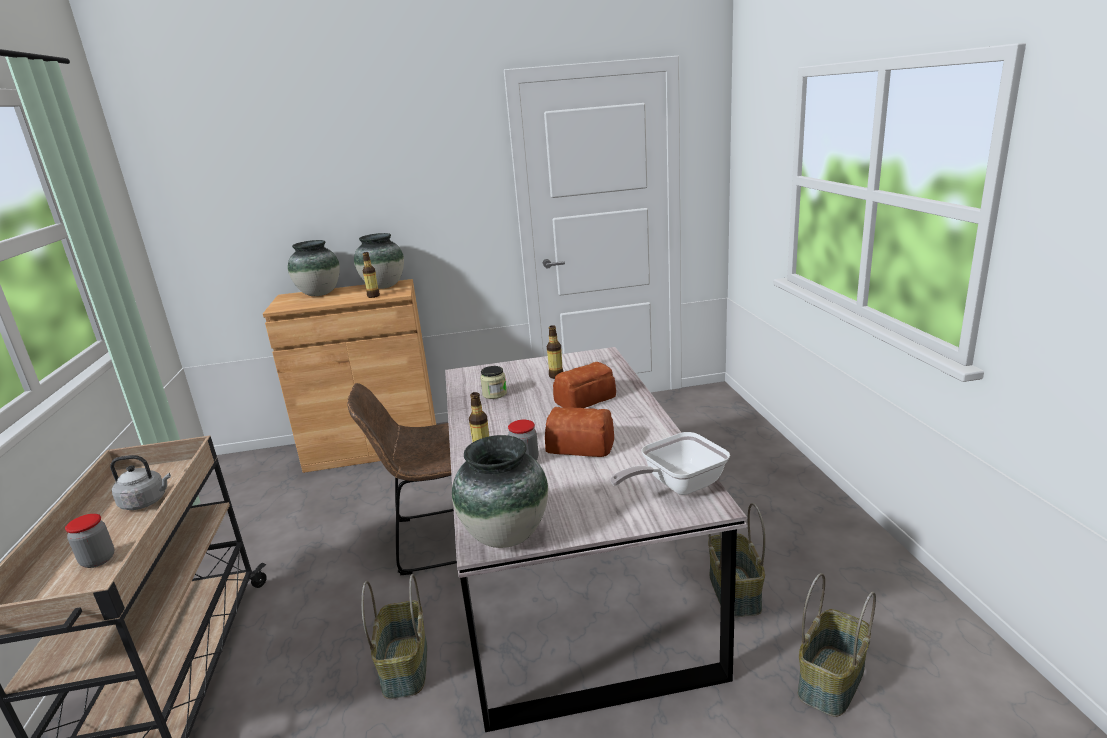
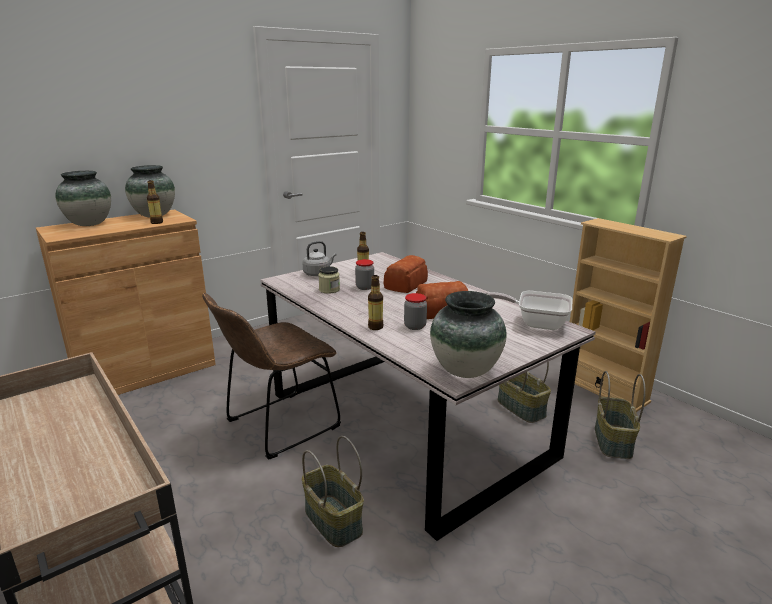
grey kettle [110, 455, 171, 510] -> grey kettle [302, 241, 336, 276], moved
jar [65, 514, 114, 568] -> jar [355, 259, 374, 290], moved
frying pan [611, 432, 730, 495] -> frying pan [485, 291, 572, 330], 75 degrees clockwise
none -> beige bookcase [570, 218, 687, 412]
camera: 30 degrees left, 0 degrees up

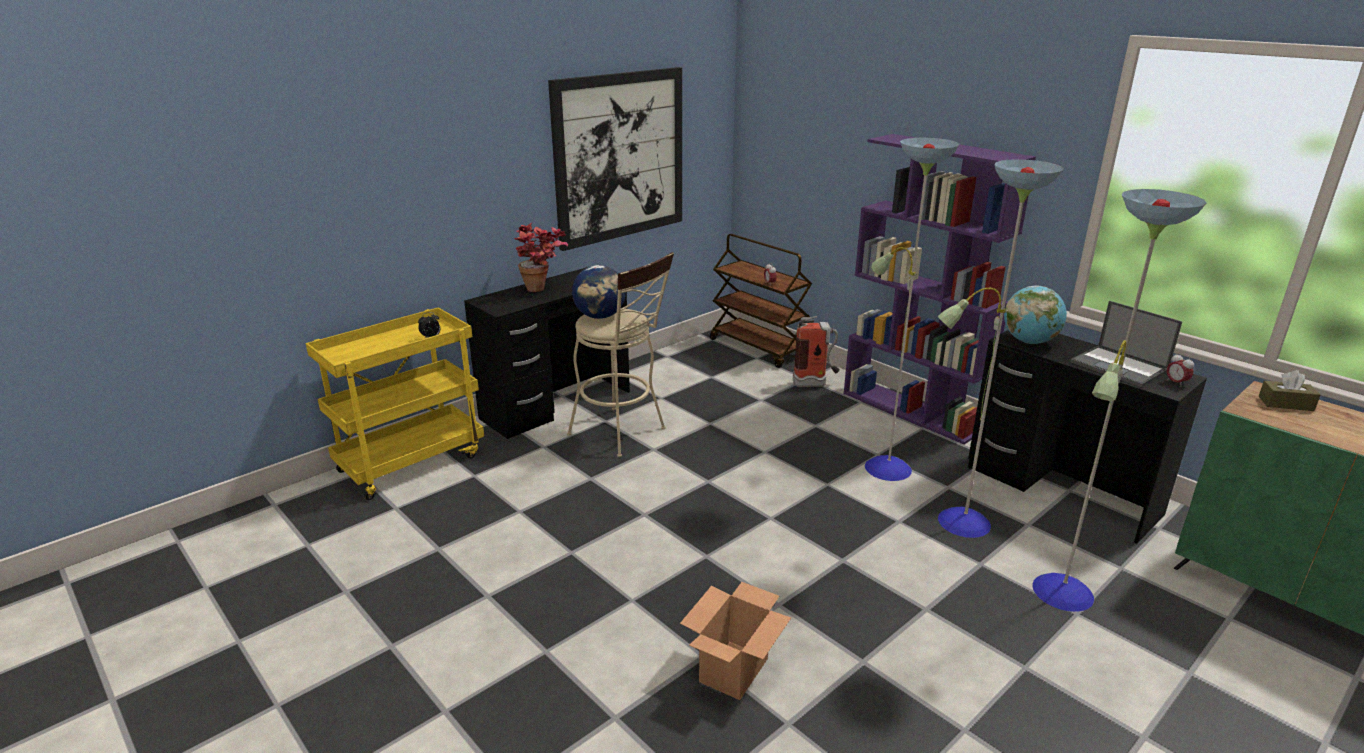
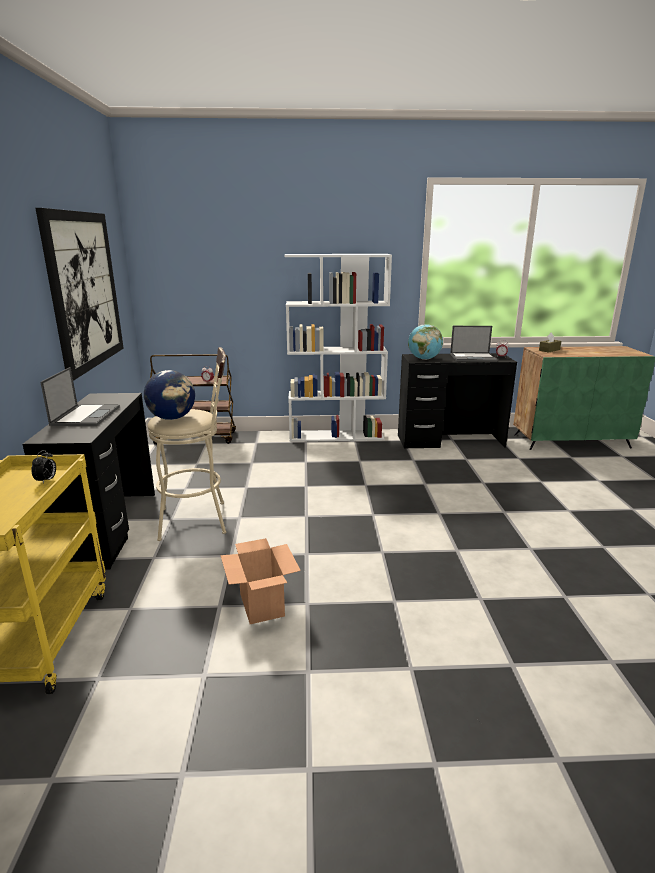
potted plant [514, 222, 568, 292] -> laptop [40, 367, 120, 426]
cardboard box [680, 582, 791, 700] -> cardboard box [221, 538, 301, 624], moved
purple bookcase [843, 134, 1036, 444] -> white bookcase [284, 254, 392, 442]
fire extinguisher [793, 316, 840, 387] -> none
floor lamp [865, 138, 1206, 612] -> none
camera: 50 degrees left, 5 degrees down

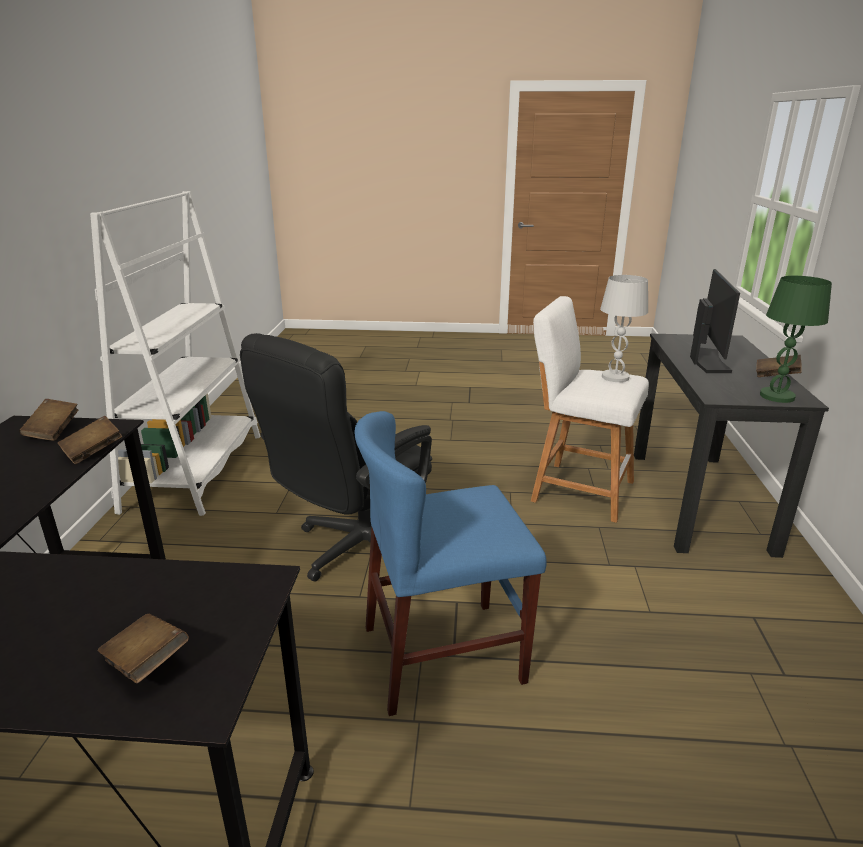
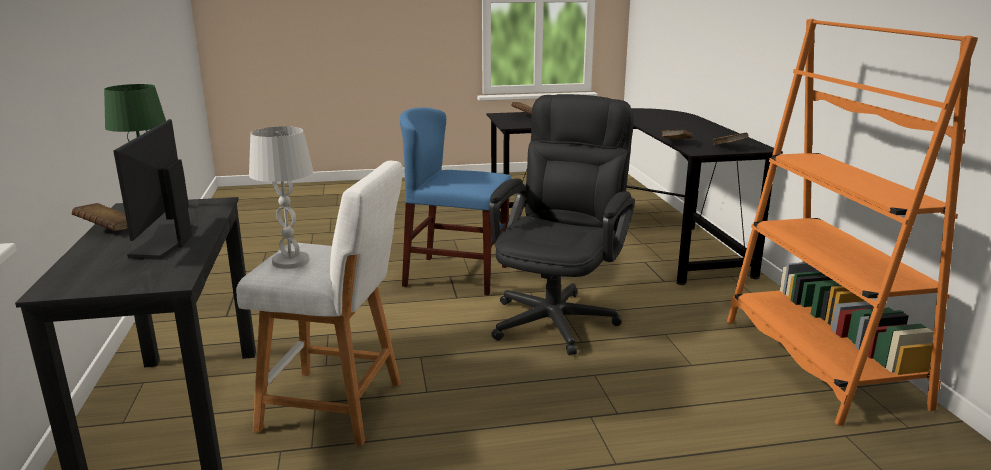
blue chair [354, 411, 547, 716] -> blue chair [400, 108, 512, 296], 135 degrees counterclockwise
white bookcase [90, 191, 261, 516] -> orange bookcase [727, 19, 978, 426]
camera: 165 degrees right, 5 degrees down

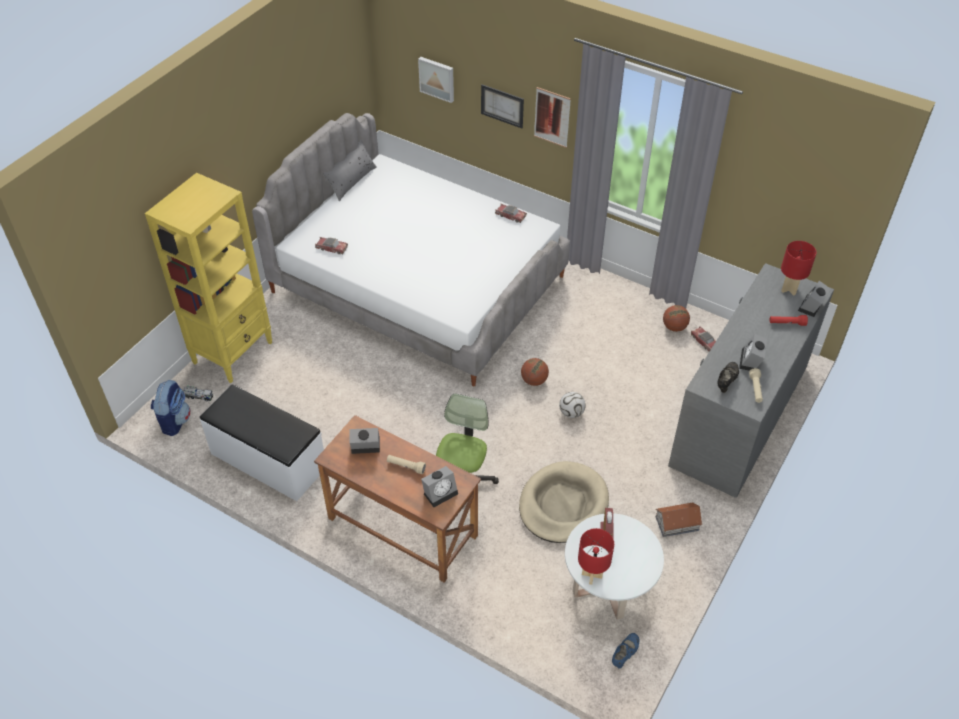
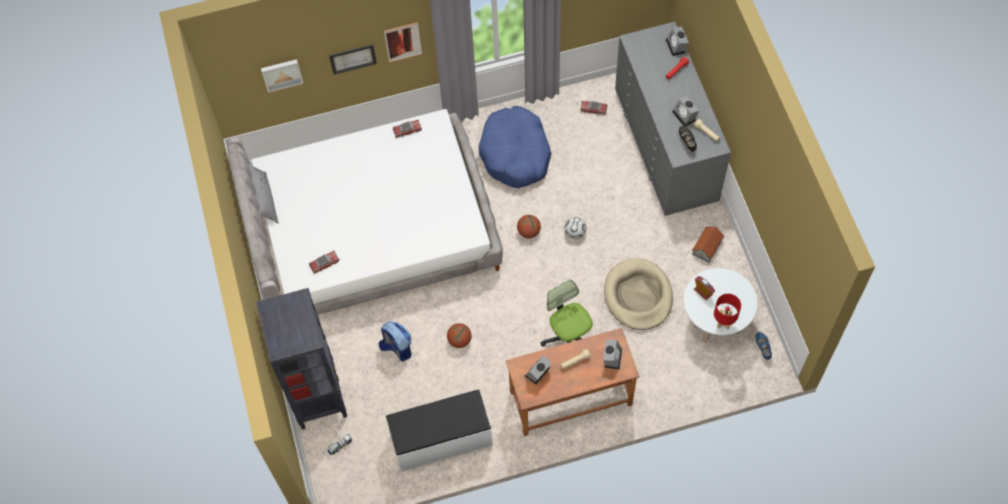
yellow bookcase [145, 173, 273, 383] -> black bookcase [256, 288, 347, 429]
backpack [151, 380, 191, 436] -> backpack [379, 321, 412, 361], moved
basketball [663, 305, 690, 332] -> basketball [447, 323, 472, 348], moved
none -> blue dog bed [479, 106, 551, 188]
red table lamp [781, 241, 817, 296] -> none
camera: 45 degrees left, 15 degrees up

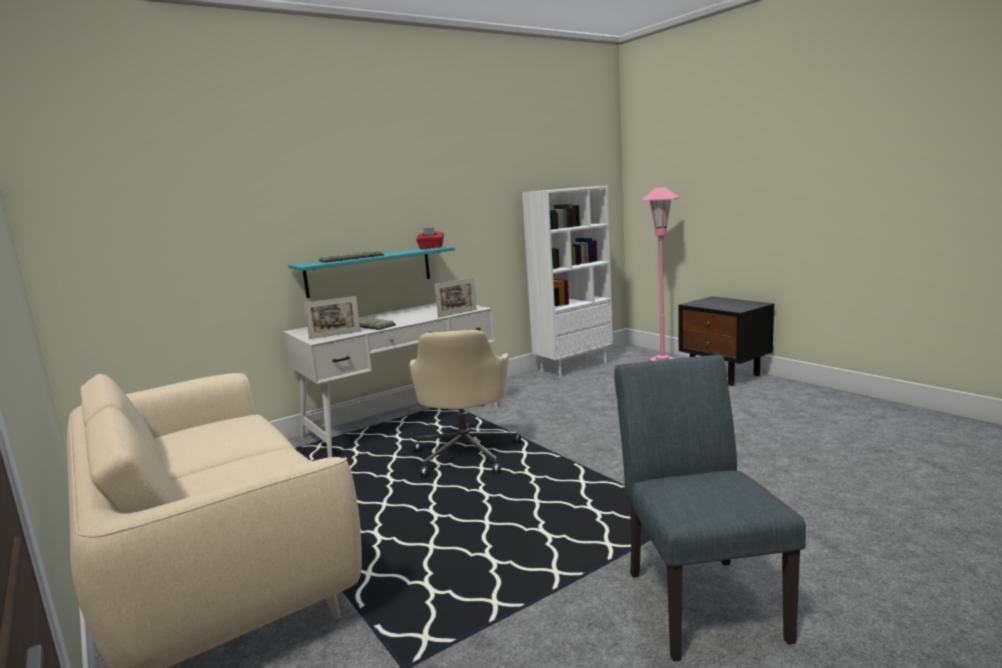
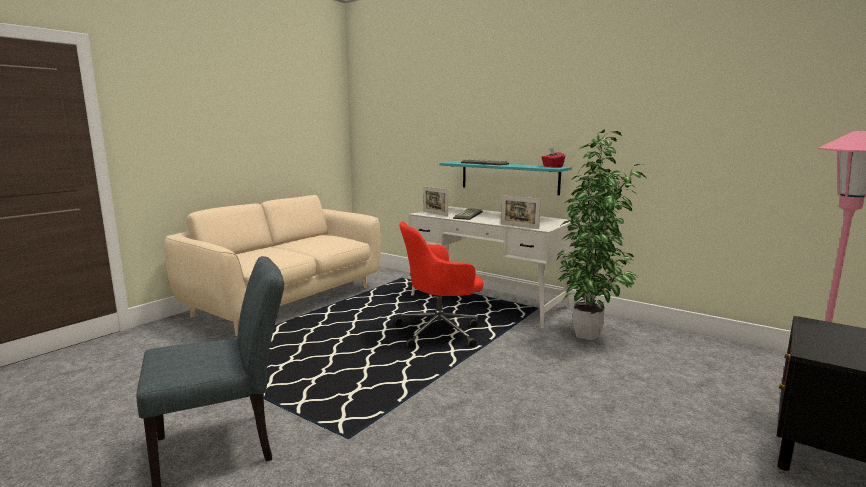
beige office chair [409, 330, 521, 477] -> red office chair [394, 221, 484, 348]
none -> potted plant [556, 129, 647, 340]
white bookcase [522, 186, 613, 378] -> none
camera: 70 degrees right, 0 degrees up

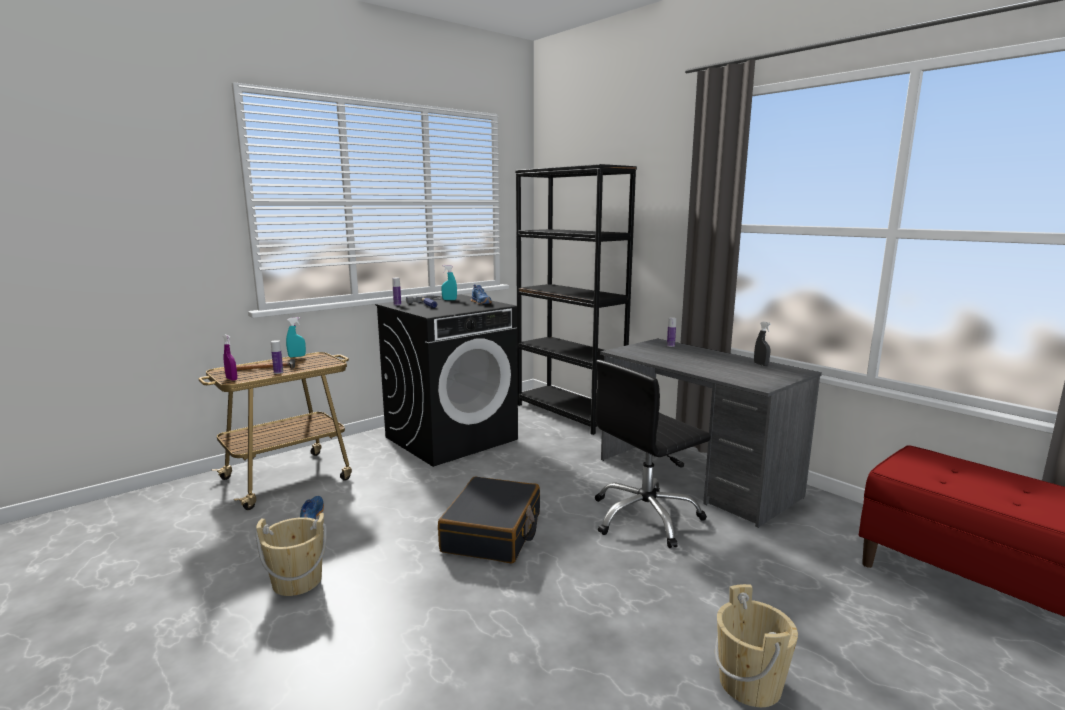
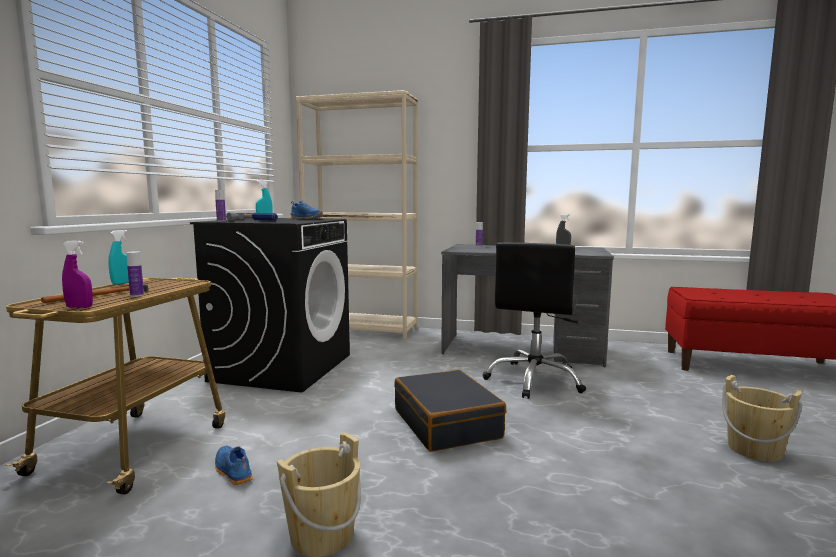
black bookcase [515, 164, 637, 435] -> beige bookcase [295, 90, 418, 340]
camera: 35 degrees left, 5 degrees down

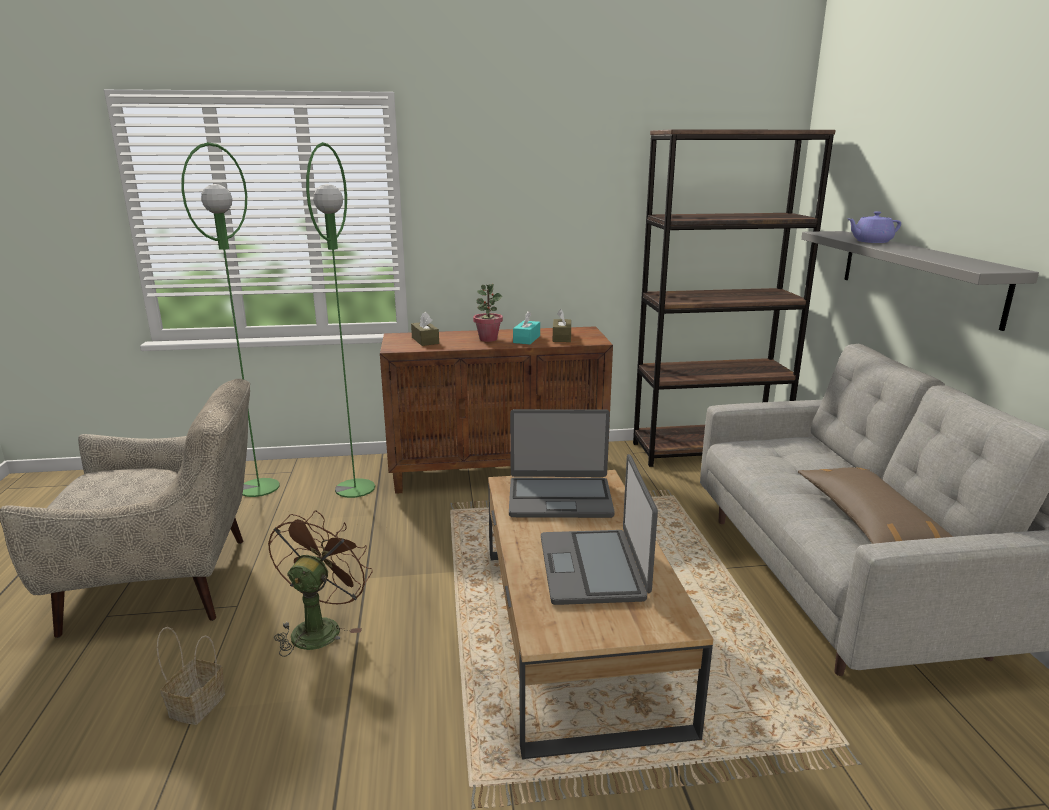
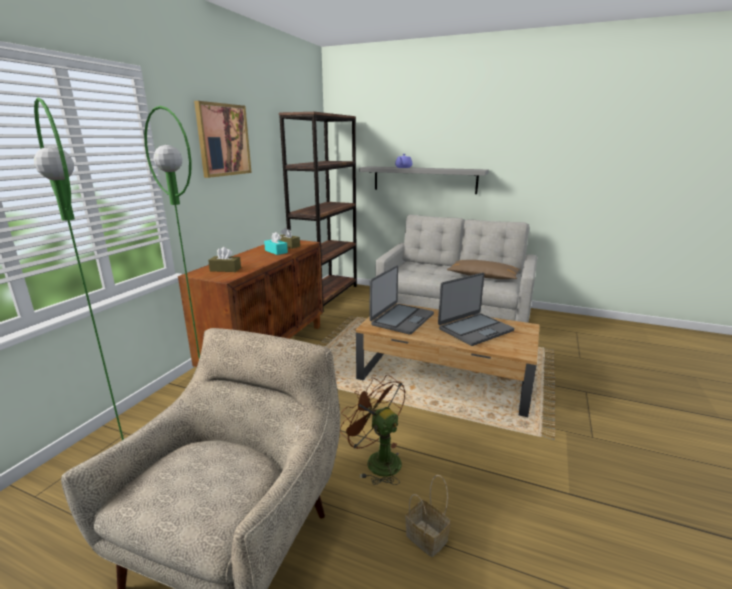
none -> picture [194, 101, 252, 178]
laptop [541, 454, 658, 605] -> laptop [438, 273, 514, 346], 60 degrees counterclockwise
potted plant [473, 284, 503, 342] -> none
camera: 60 degrees left, 0 degrees up

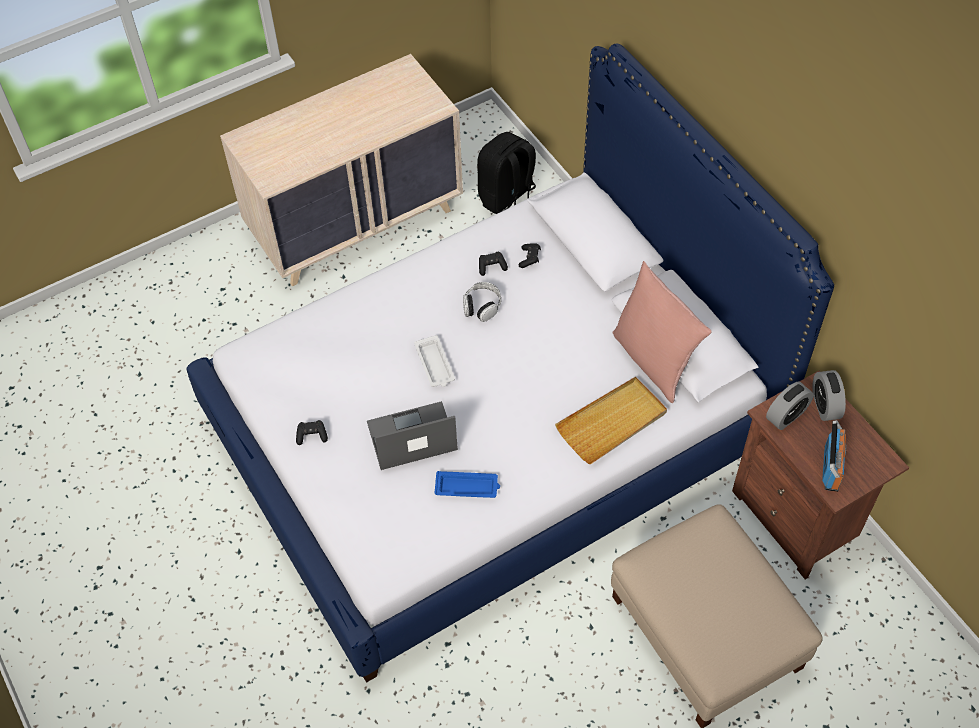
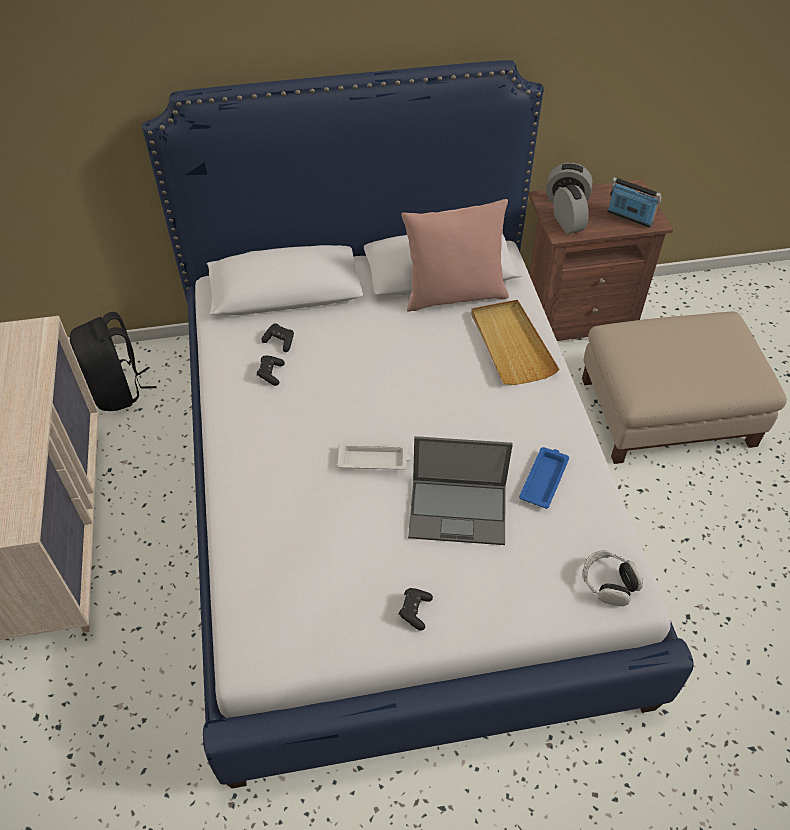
laptop [367, 401, 458, 470] -> laptop [408, 436, 513, 545], 90 degrees counterclockwise
headphones [463, 282, 501, 322] -> headphones [582, 551, 643, 606], moved
camera: 70 degrees left, 5 degrees down

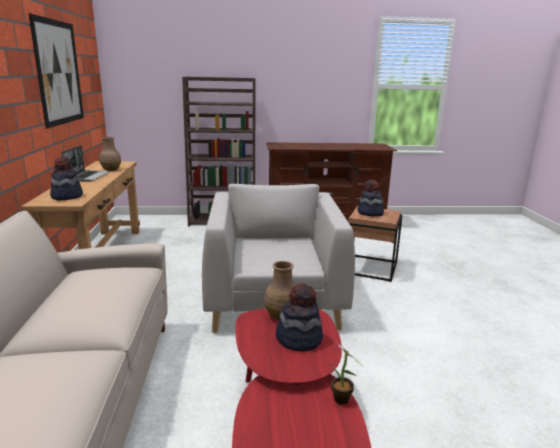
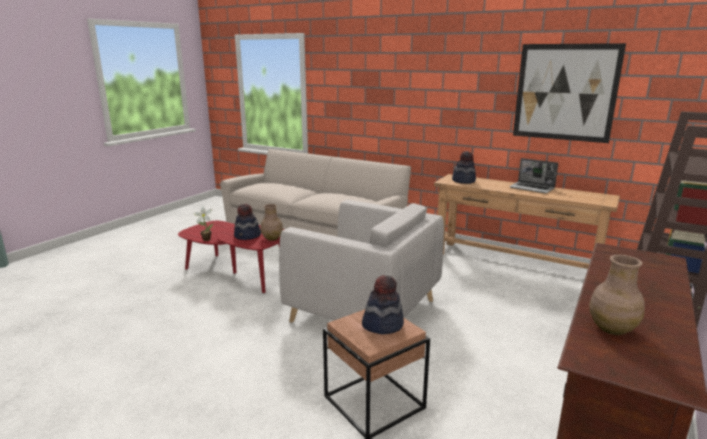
brown vase [99, 137, 121, 171] -> brown vase [589, 255, 645, 335], moved
camera: 125 degrees right, 0 degrees up

